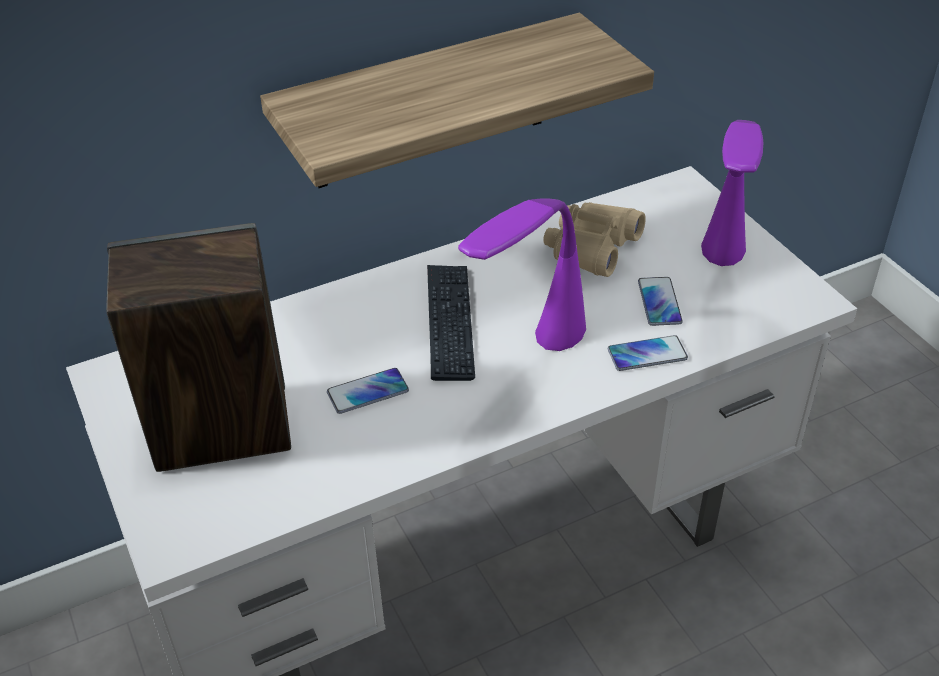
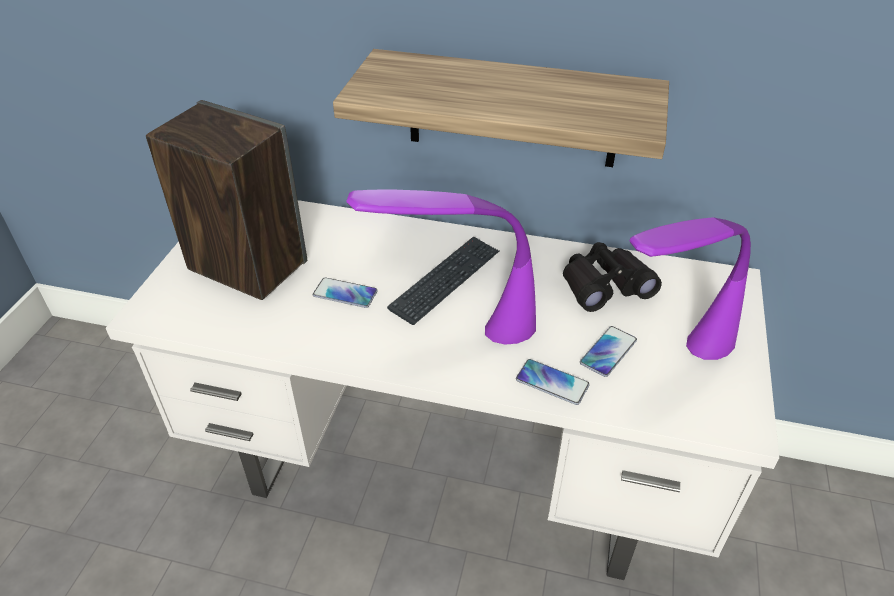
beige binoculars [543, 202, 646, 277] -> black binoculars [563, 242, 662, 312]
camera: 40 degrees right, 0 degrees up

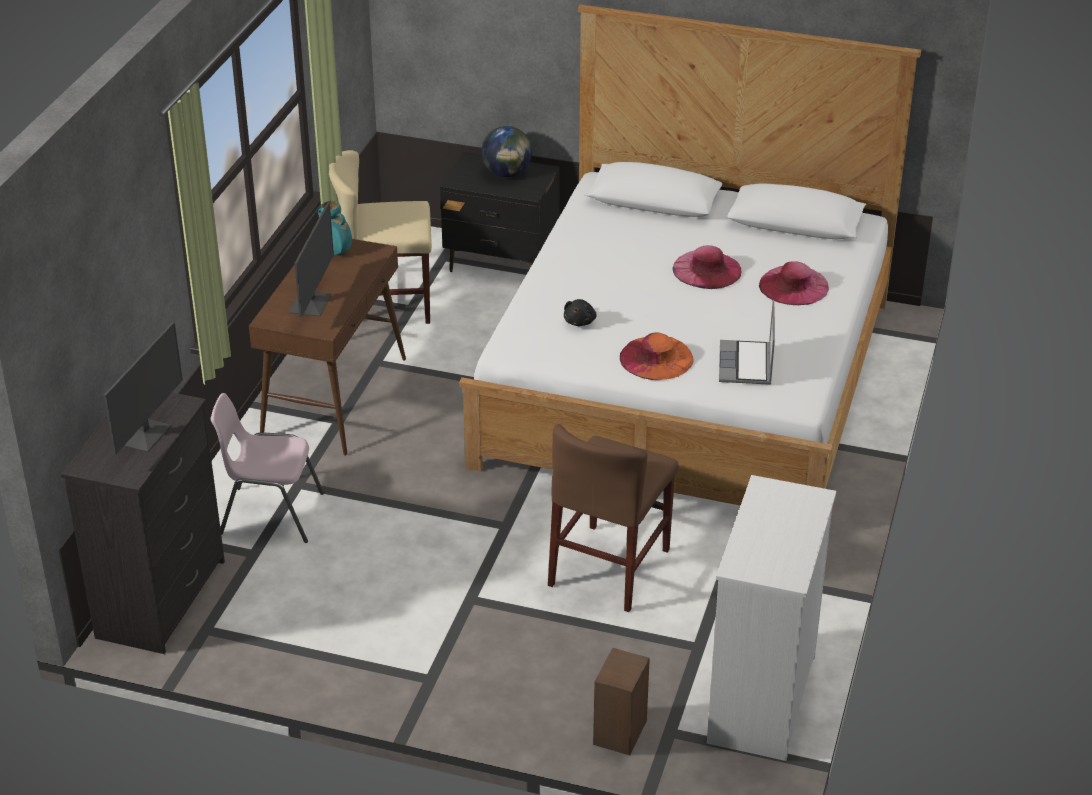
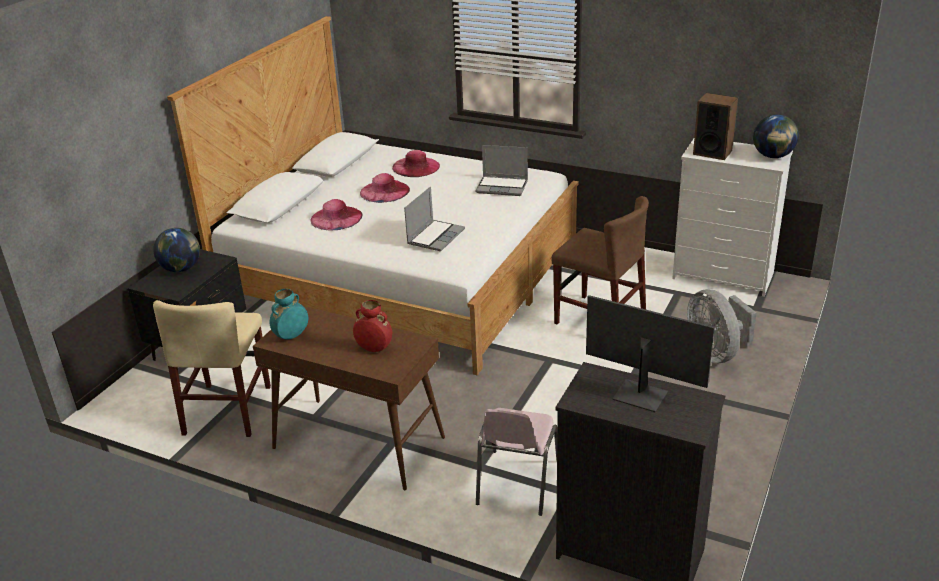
none -> pink hat [310, 199, 363, 230]
monitor [289, 202, 334, 317] -> red vase [353, 300, 392, 352]
black plush toy [564, 299, 597, 326] -> laptop [404, 187, 465, 251]
none -> grey fan [687, 289, 757, 363]
speaker [593, 648, 650, 755] -> speaker [693, 93, 738, 160], moved
none -> globe [753, 115, 799, 158]
orange hat [620, 333, 694, 380] -> none
camera: 80 degrees left, 5 degrees down

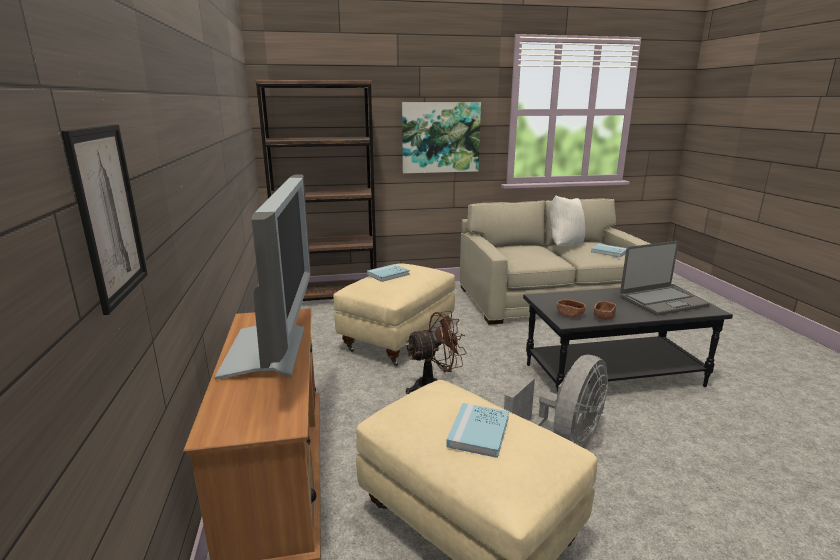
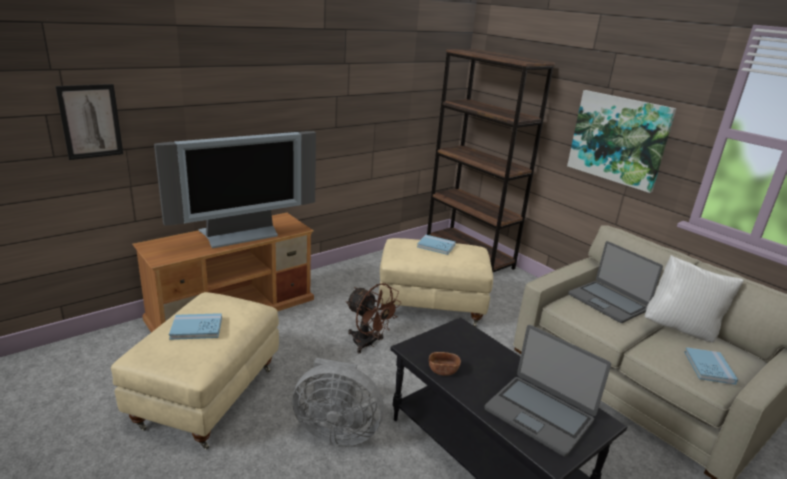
none -> laptop [568, 241, 663, 323]
brown bowl [557, 299, 586, 318] -> none
camera: 60 degrees right, 5 degrees up

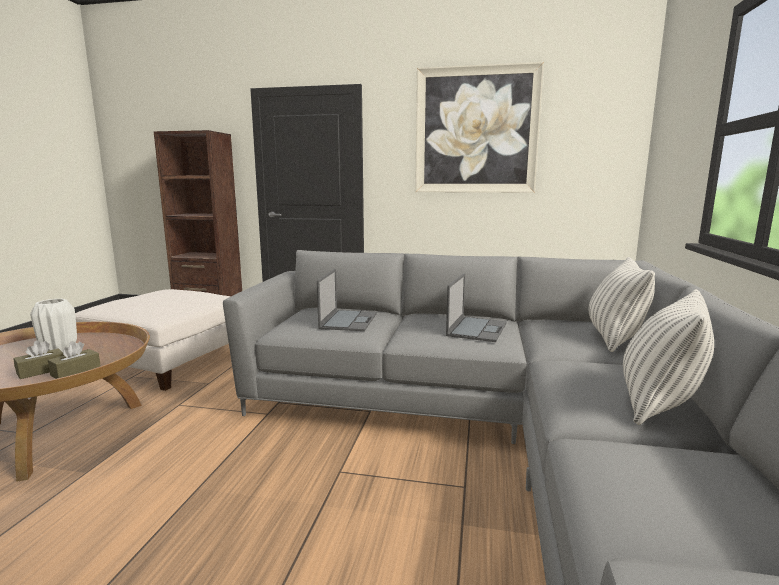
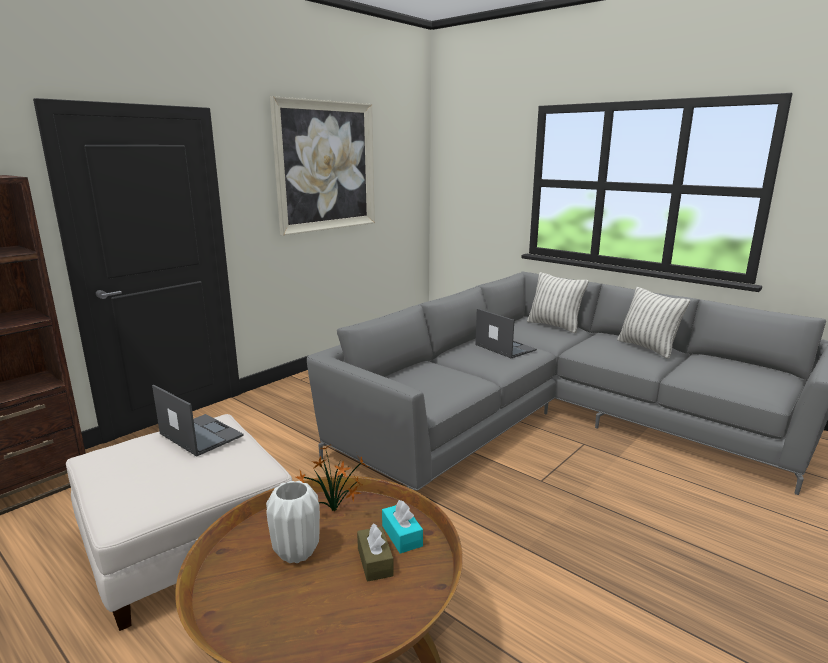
laptop [317, 269, 377, 331] -> laptop [152, 385, 244, 457], moved
none -> potted plant [295, 445, 369, 511]
brown tissue box [48, 341, 101, 379] -> turquoise tissue box [382, 500, 423, 554]
camera: 60 degrees left, 5 degrees up

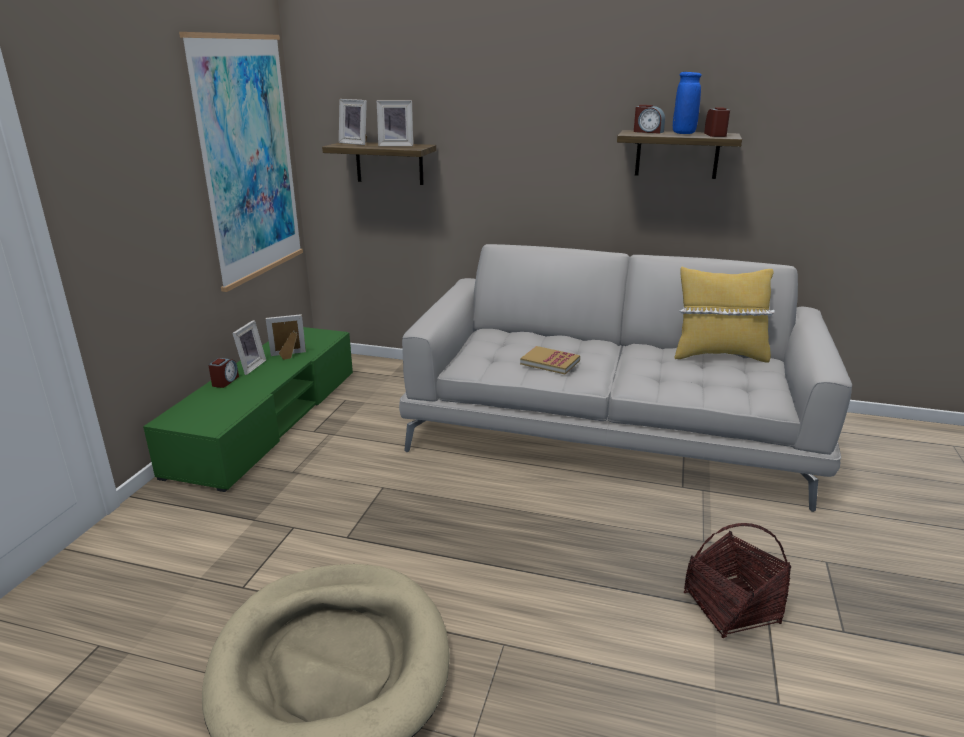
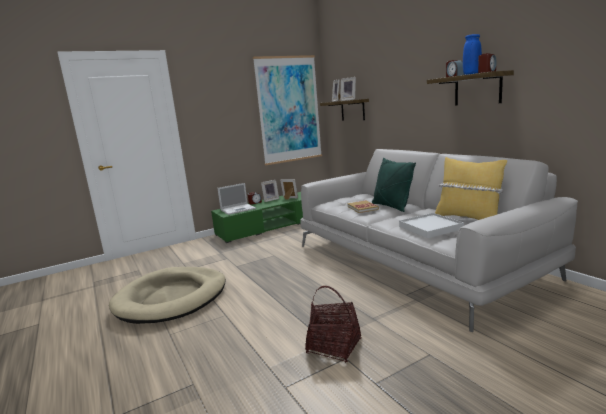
none -> laptop [217, 183, 256, 215]
none -> green pillow [372, 158, 416, 212]
none -> white tray [399, 213, 464, 238]
camera: 45 degrees right, 10 degrees down

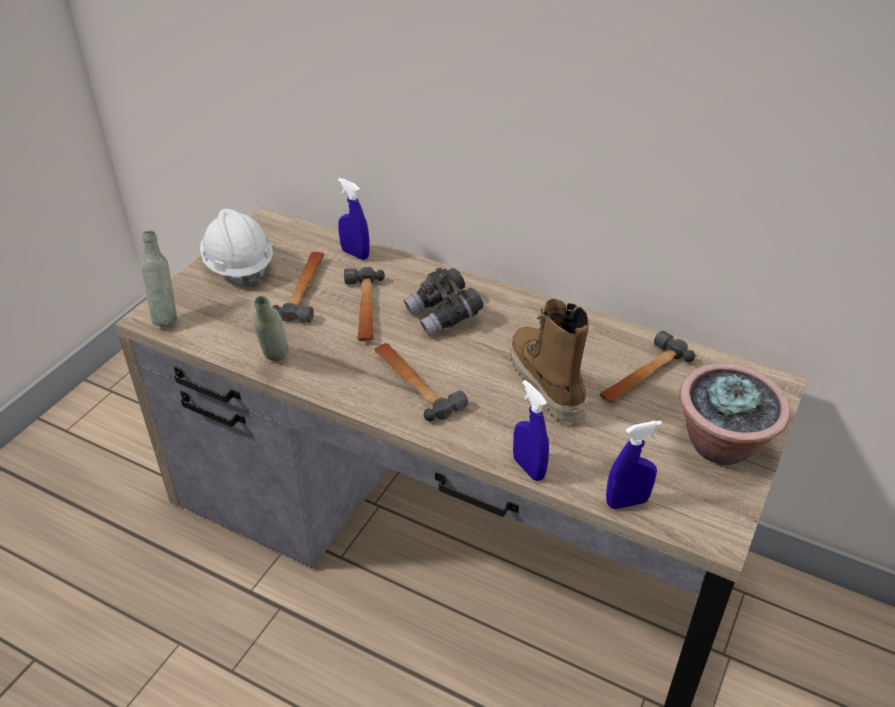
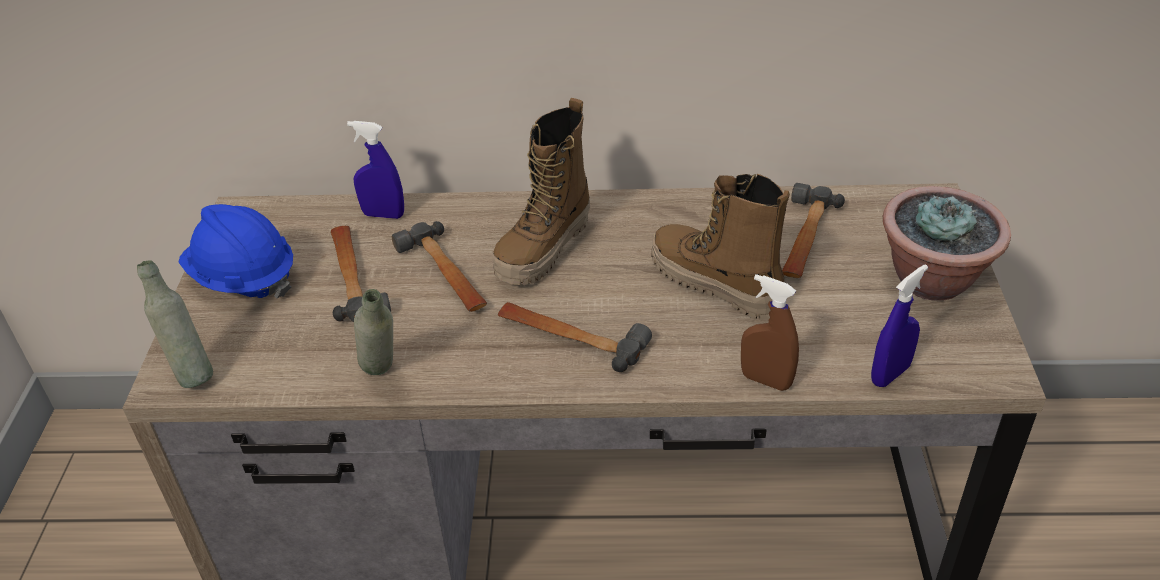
white hard hat [200, 209, 273, 288] -> blue hard hat [179, 204, 293, 298]
grey binoculars [404, 268, 484, 337] -> boot [492, 98, 590, 285]
blue spray bottle [513, 380, 549, 481] -> brown spray bottle [741, 274, 799, 391]
camera: 25 degrees left, 0 degrees up

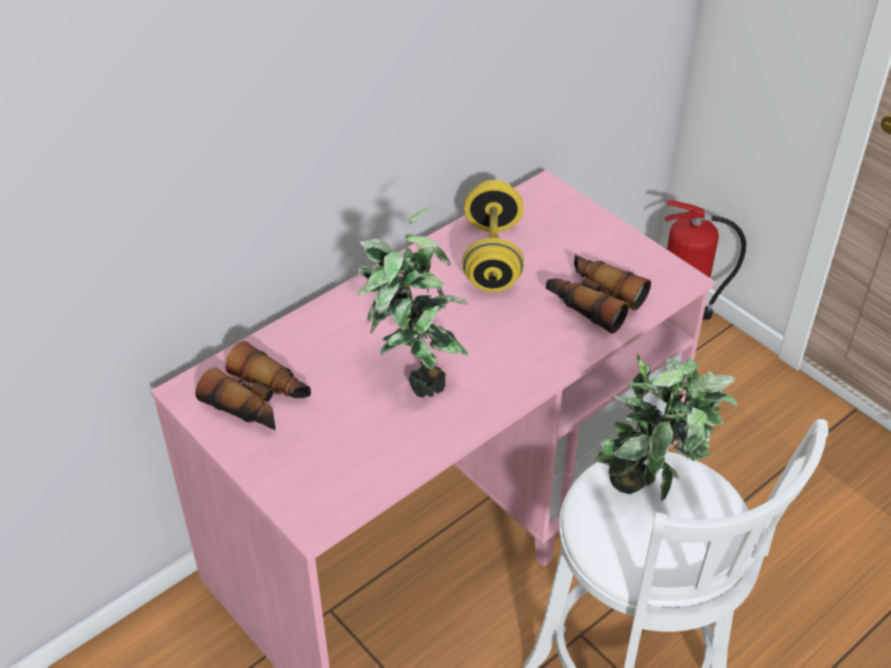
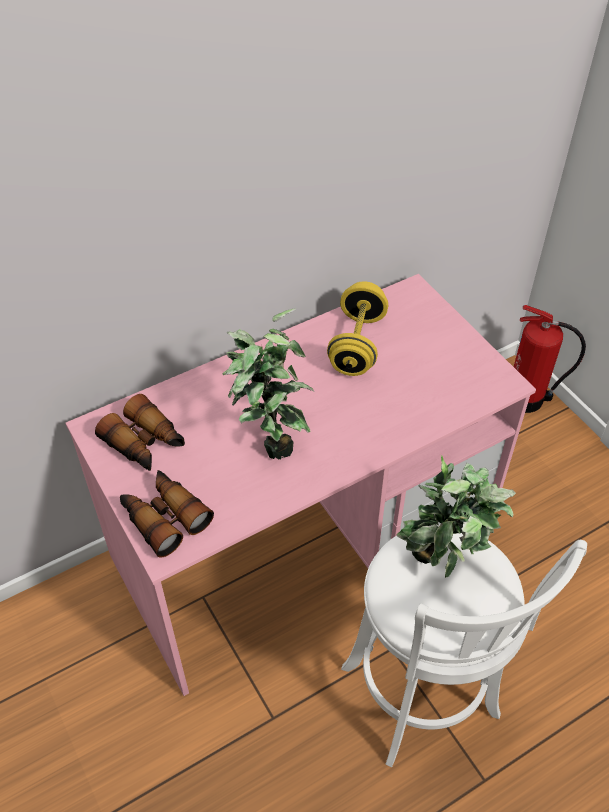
binoculars [546, 255, 651, 334] -> binoculars [120, 470, 214, 558], moved
camera: 10 degrees right, 5 degrees up

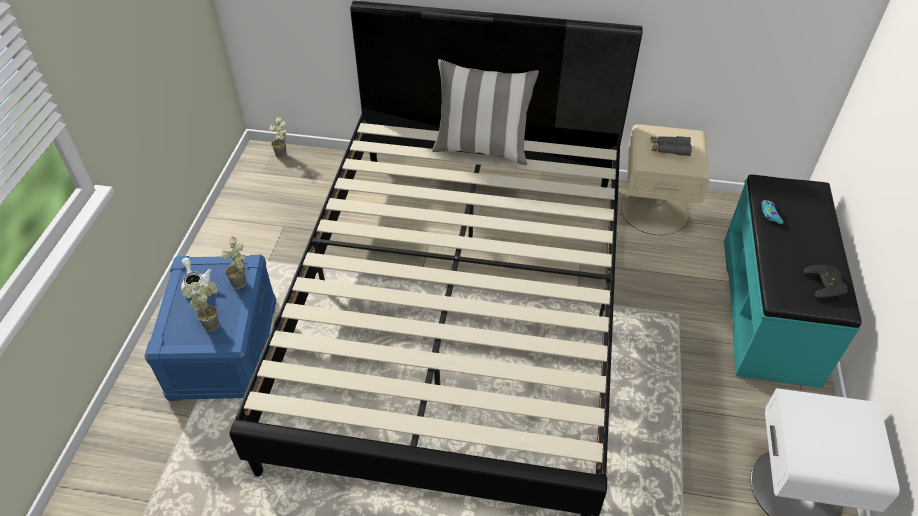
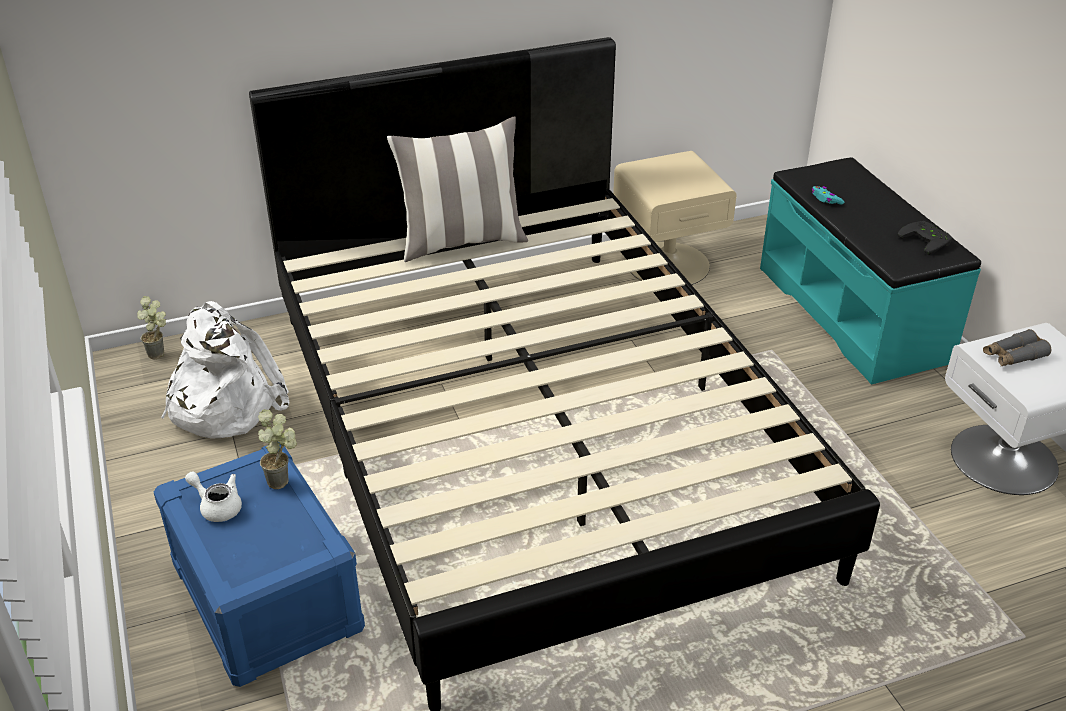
none -> white backpack [161, 301, 289, 439]
grey binoculars [651, 136, 692, 156] -> grey binoculars [983, 329, 1051, 366], moved
potted plant [182, 281, 220, 331] -> none
camera: 30 degrees left, 10 degrees down

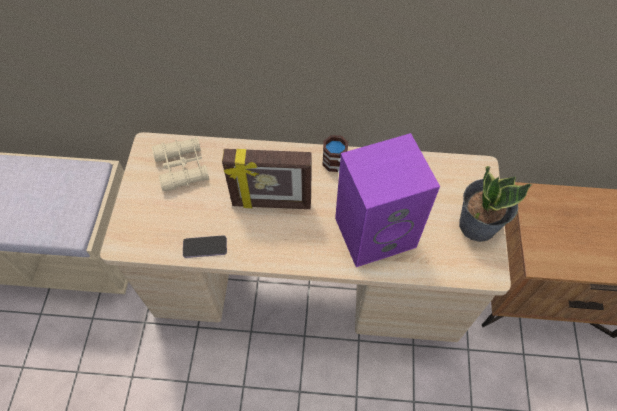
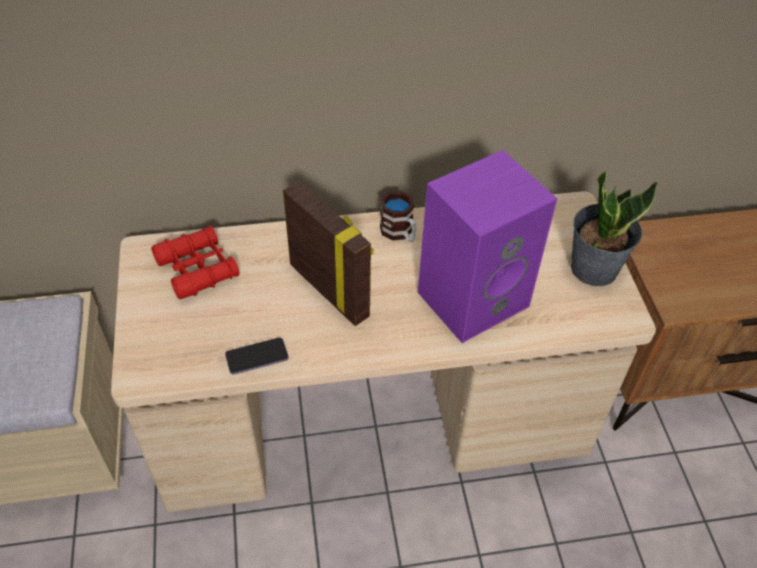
beige binoculars [152, 137, 209, 191] -> red binoculars [151, 226, 240, 299]
picture frame [222, 149, 312, 209] -> picture frame [283, 181, 374, 326], 120 degrees counterclockwise
camera: 15 degrees left, 10 degrees down

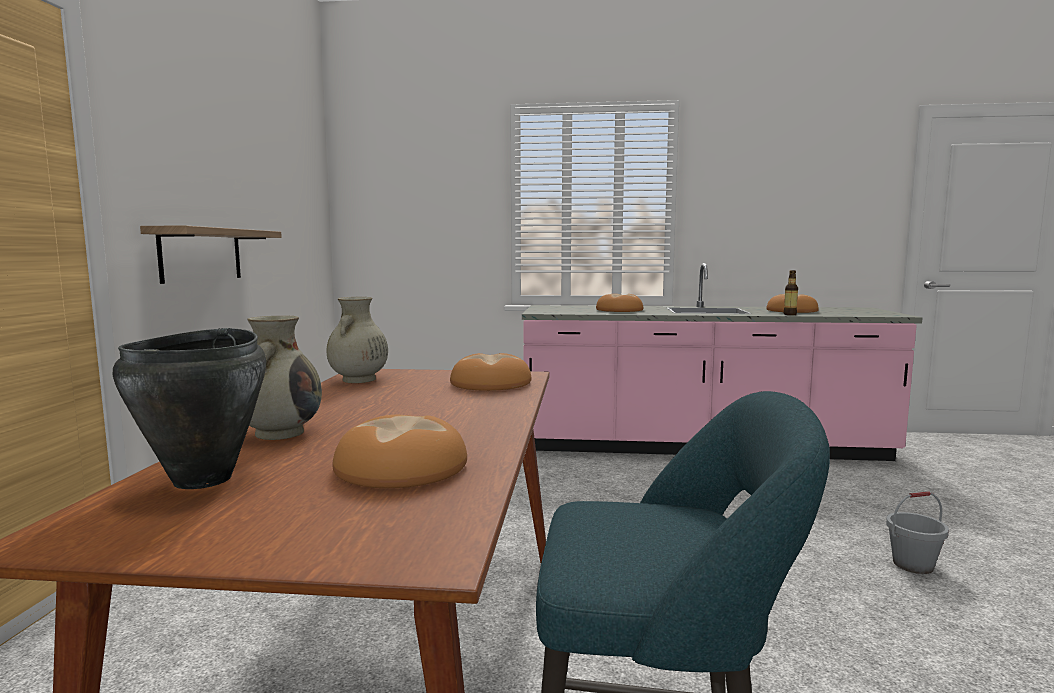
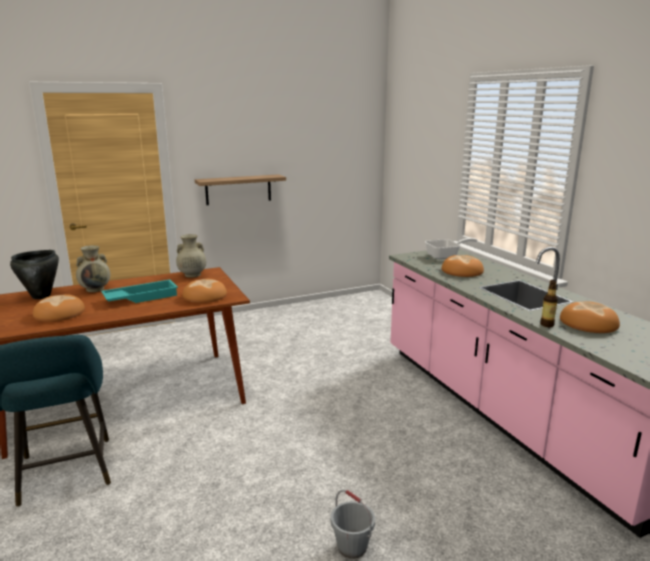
none -> turquoise tray [101, 279, 178, 303]
none -> frying pan [425, 238, 477, 259]
camera: 60 degrees right, 10 degrees up

